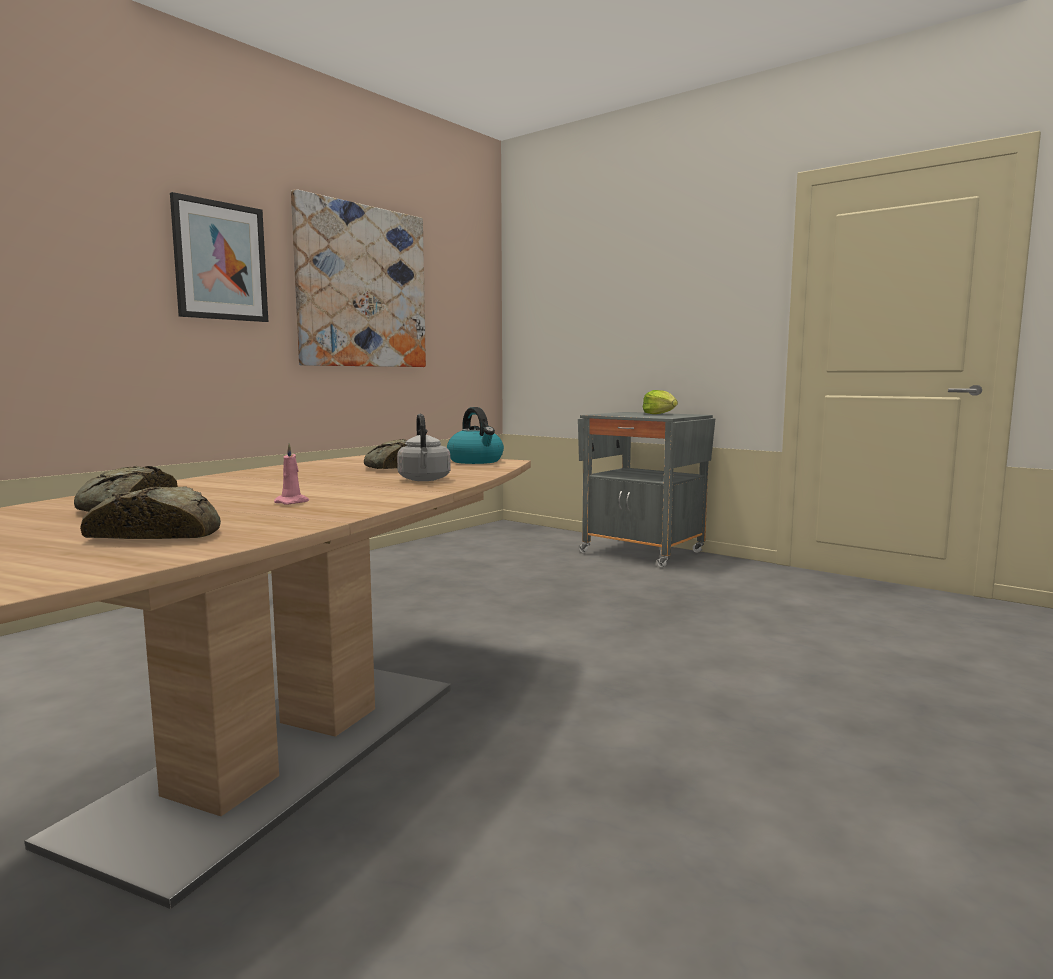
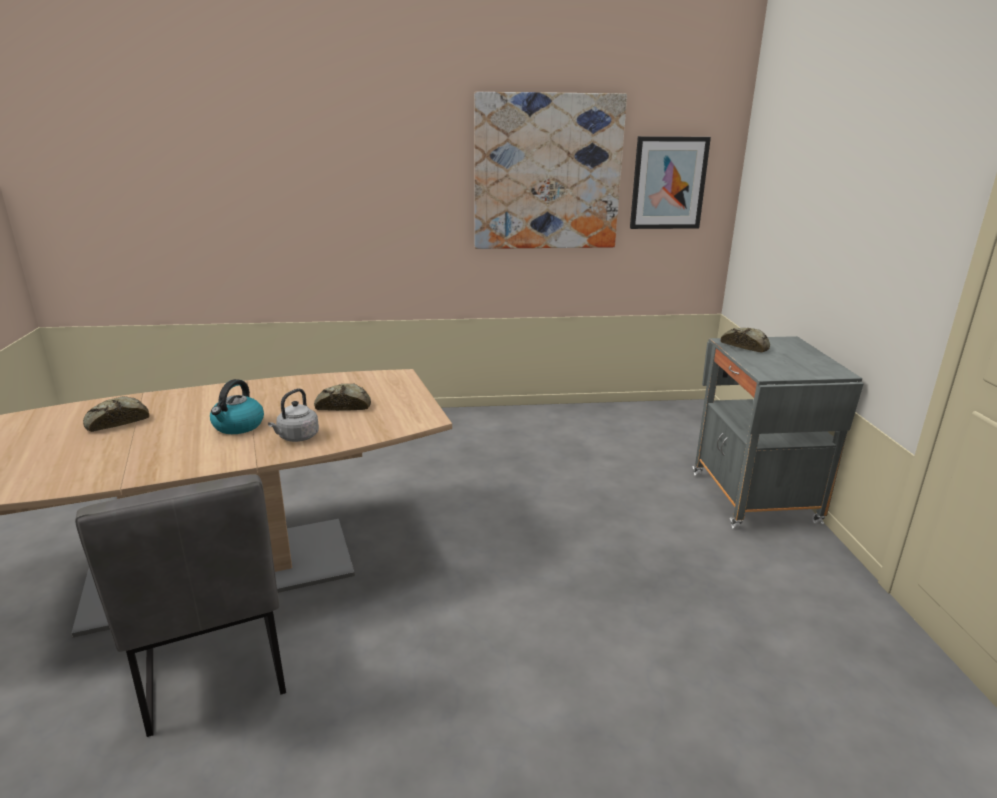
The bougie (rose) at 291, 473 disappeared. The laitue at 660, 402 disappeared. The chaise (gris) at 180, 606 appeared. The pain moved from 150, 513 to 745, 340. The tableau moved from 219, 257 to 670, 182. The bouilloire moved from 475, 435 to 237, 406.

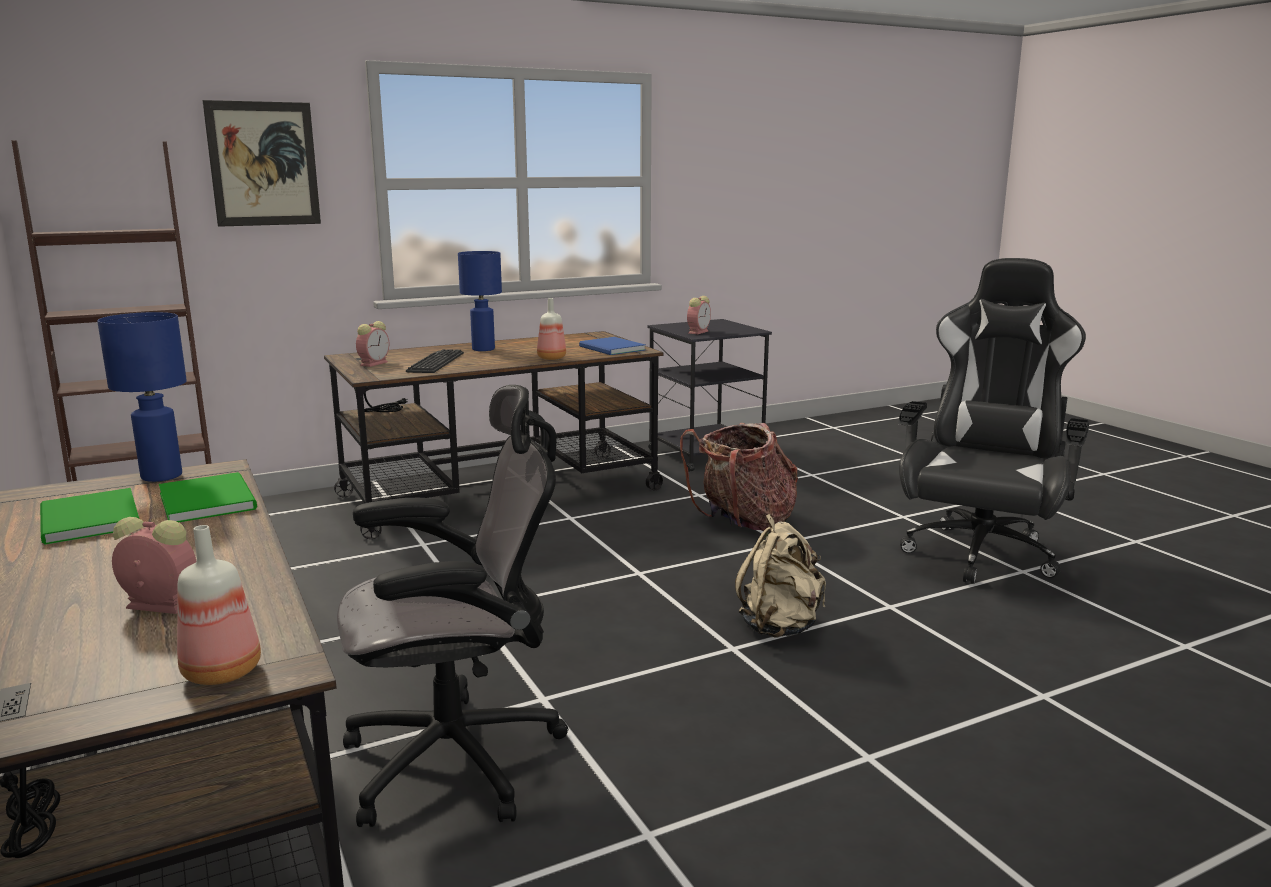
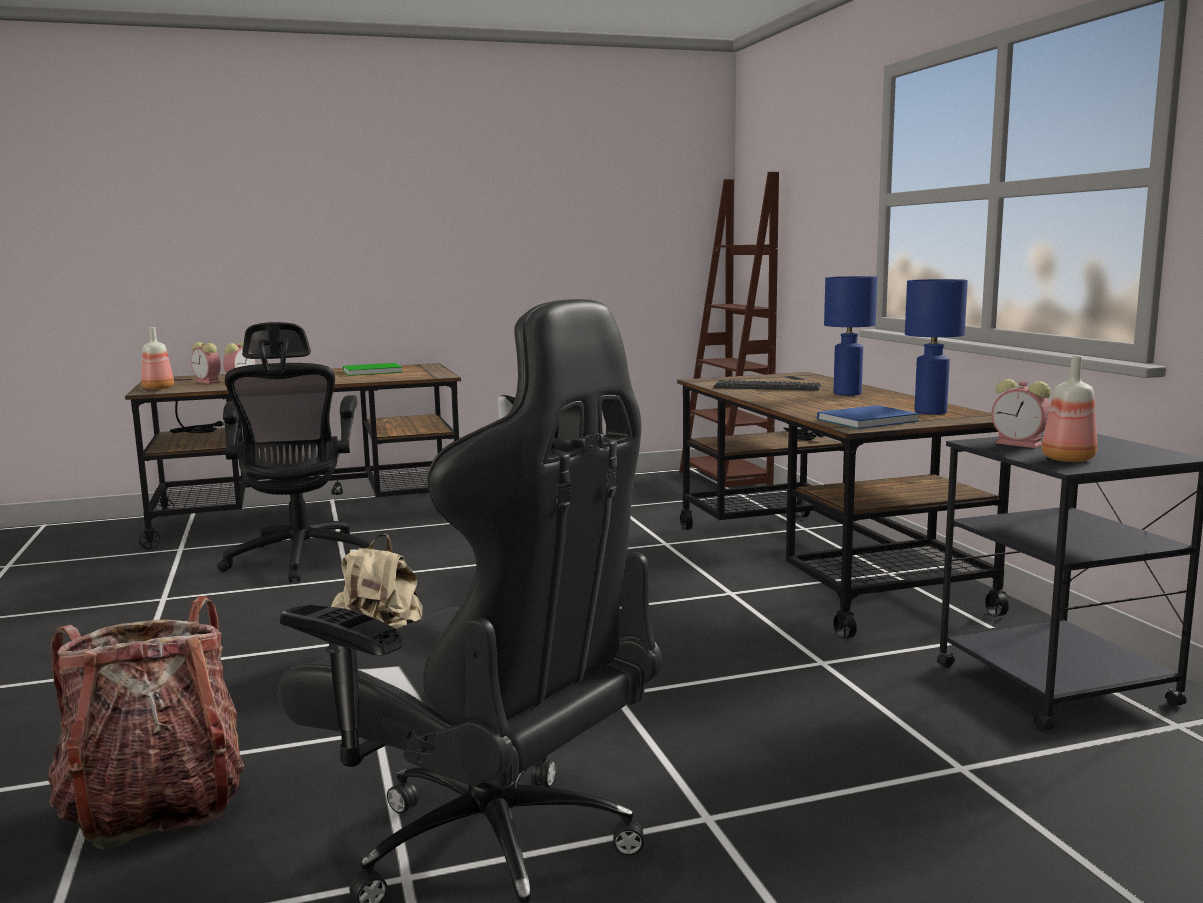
The livre (vert) at 208, 497 disappeared. The tableau at 262, 163 disappeared. The lampe de table (bleu) moved from 142, 397 to 936, 347. The réveil moved from 372, 344 to 206, 362. The bouteille moved from 551, 329 to 1069, 409. The sac à dos moved from 739, 477 to 146, 722.

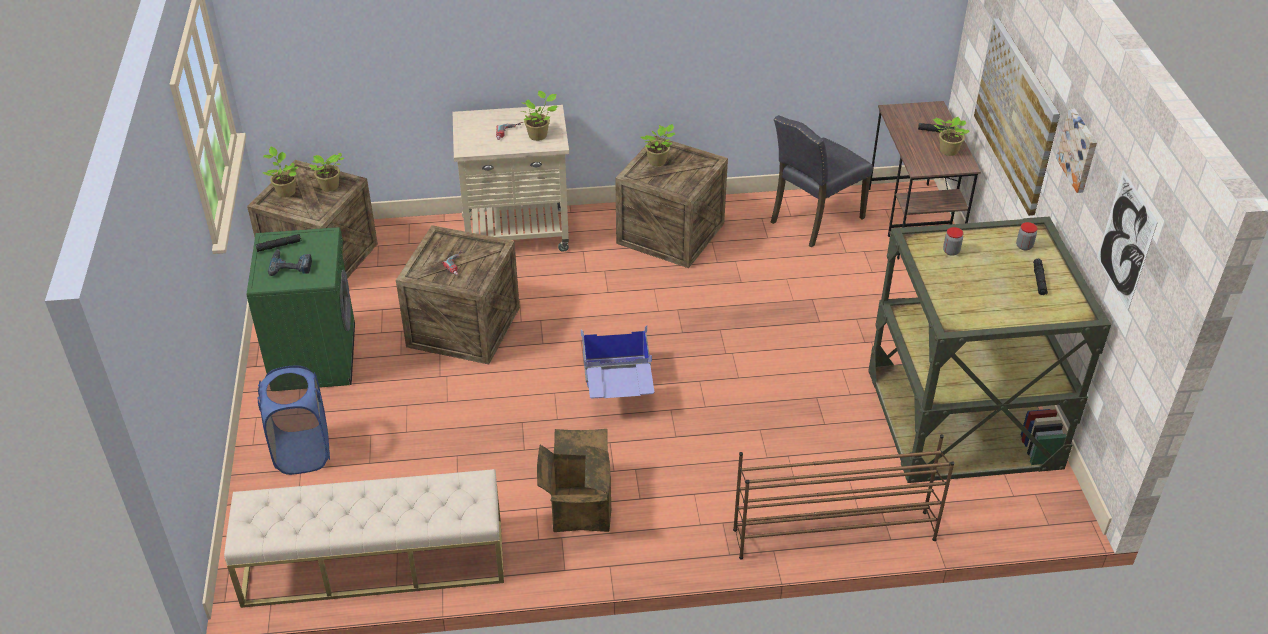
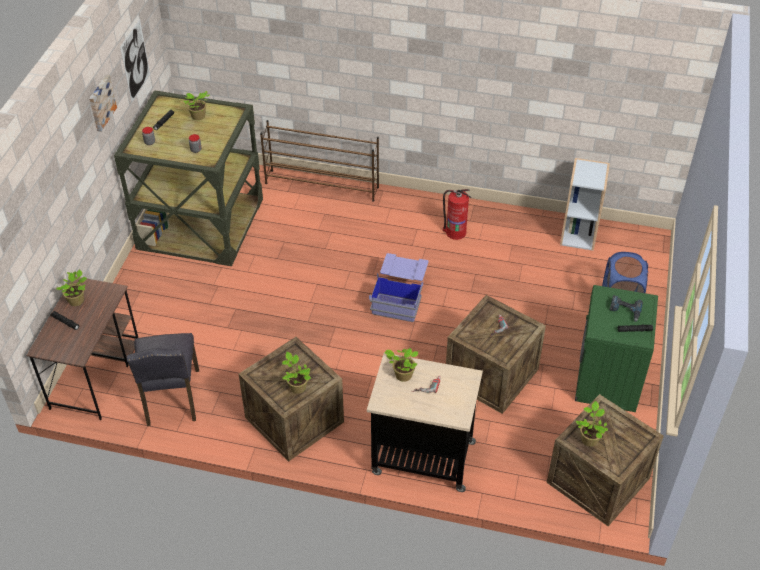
The tableau at 1017, 117 disappeared. The plante en pot moved from 280, 172 to 196, 105. The banc (beige) at 364, 538 was replaced by the bibliothèque at 585, 204. The carton at 574, 480 was replaced by the extincteur at 457, 214. The chariot (beige) at 511, 178 became the chariot (noir) at 425, 422. The chaise (gris) at 822, 181 turned 105 degrees clockwise.

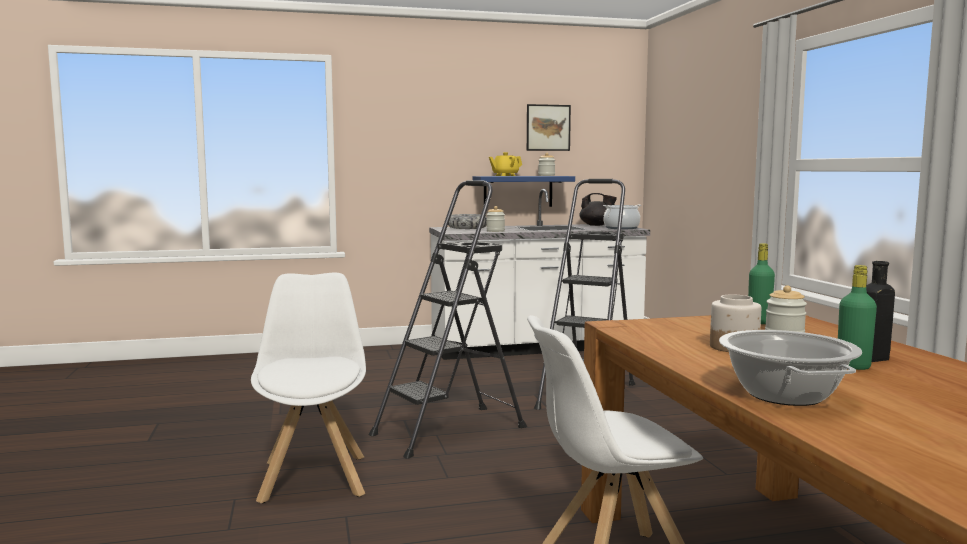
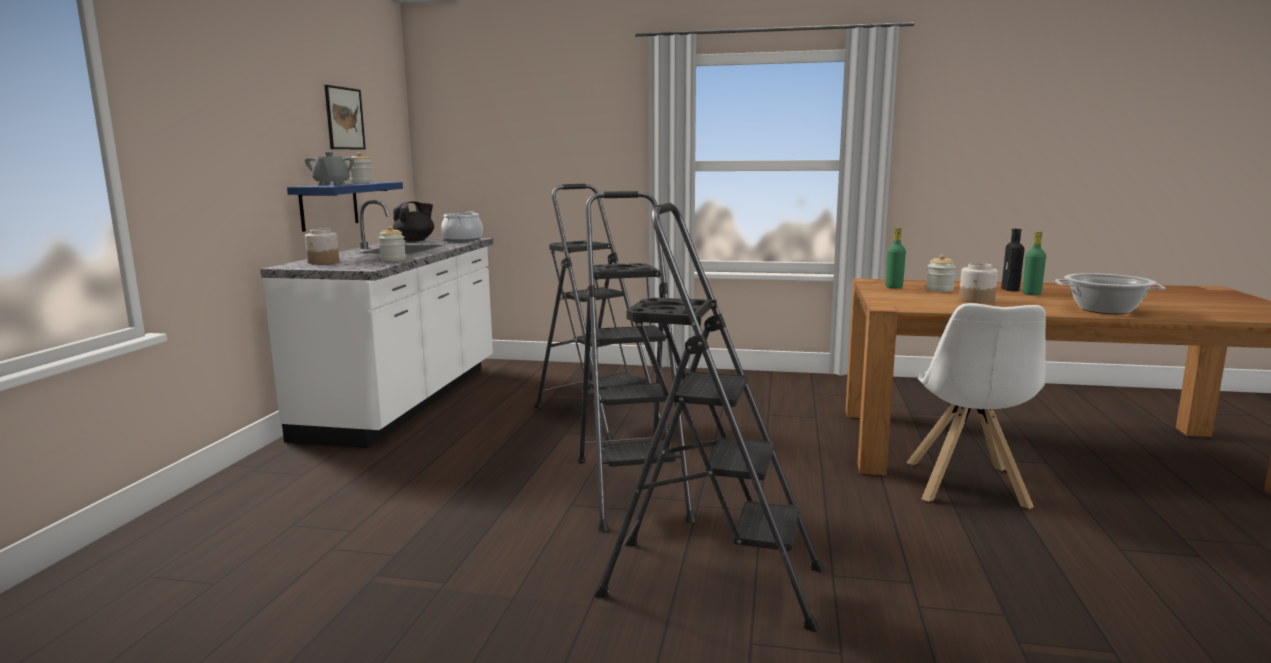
The chaise (blanc) at 308, 388 was replaced by the escabeau at 709, 417. The bol at 467, 221 was replaced by the bocal at 322, 246. The théière (jaune) at 505, 164 became the théière (gris) at 330, 168.

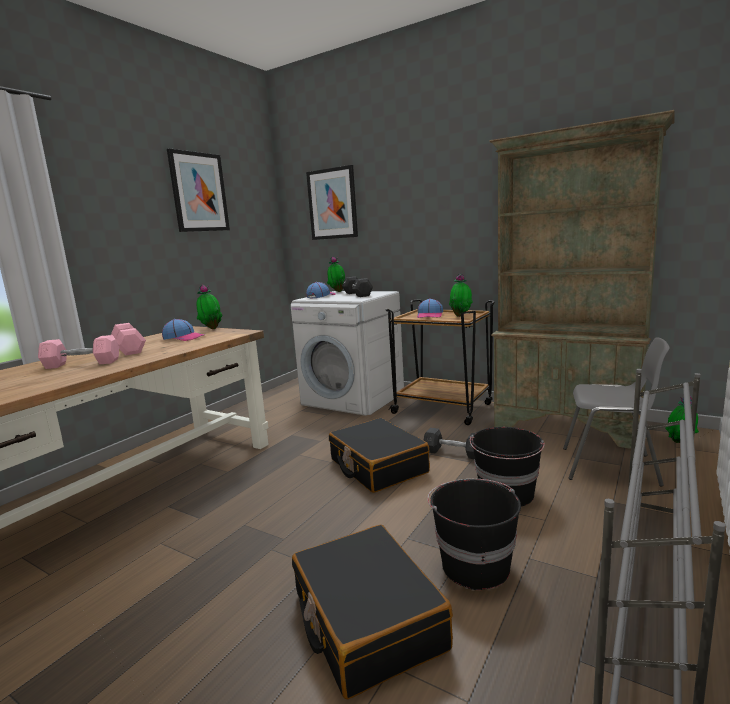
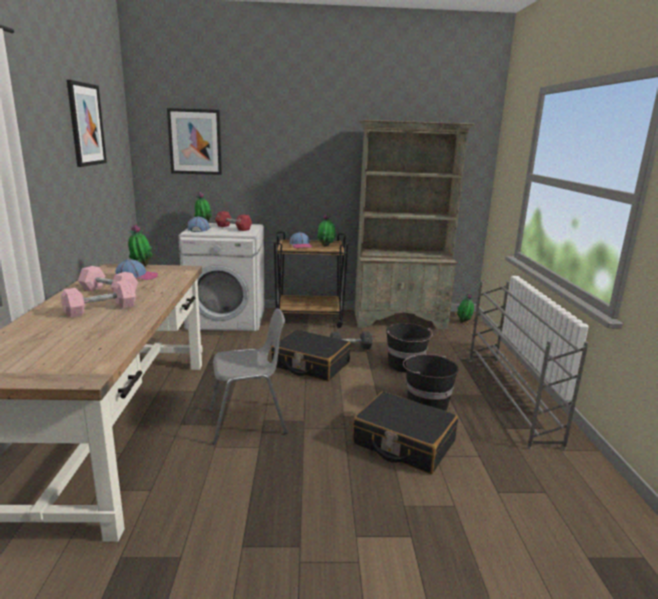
The chaise (gris) moved from 616, 412 to 248, 376. The haltère (noir) at 357, 287 became the haltère (rouge) at 233, 221.

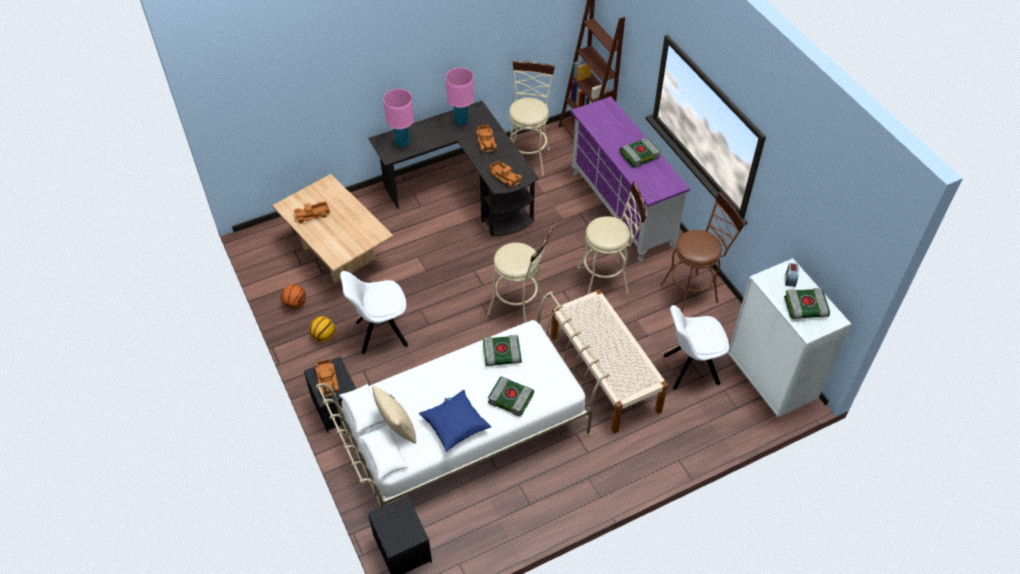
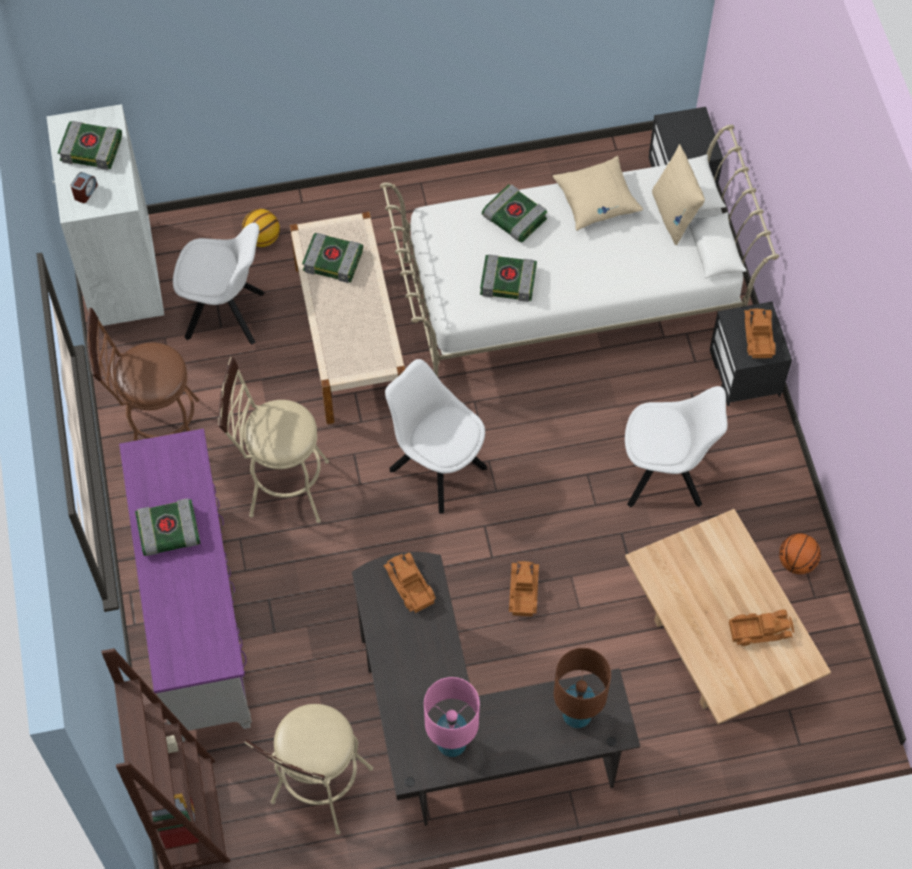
The livre at 332, 258 appeared. The ballon de basket moved from 322, 329 to 261, 228. The camion jouet moved from 486, 138 to 524, 589. The tabouret (beige) at 521, 273 was replaced by the chaise (blanc) at 436, 436. The lampe de table (rose) at 398, 118 became the lampe de table (marron) at 582, 688. The coussin (bleu) at 455, 421 became the coussin (beige) at 598, 193.

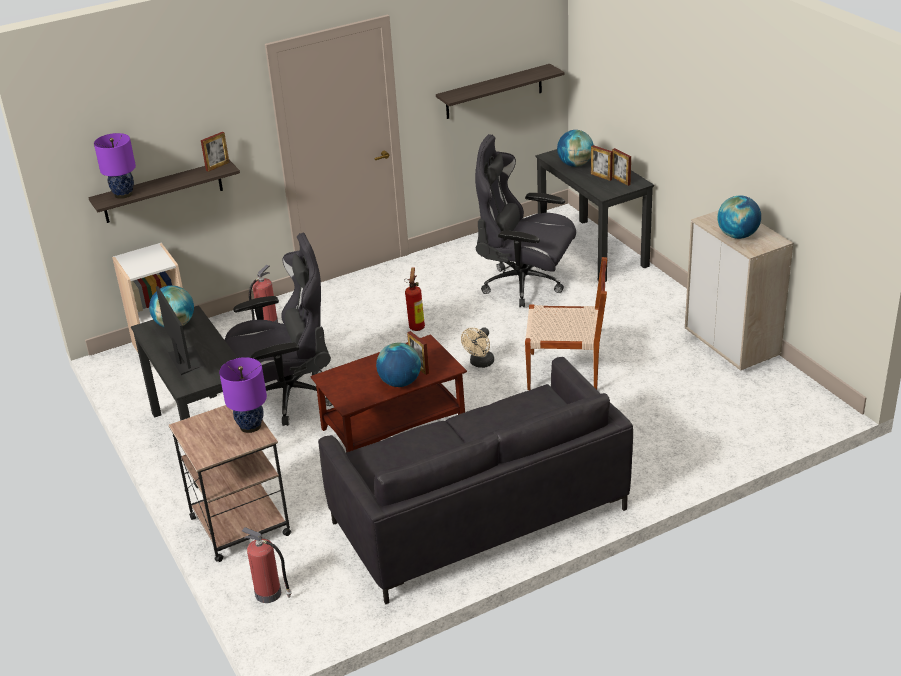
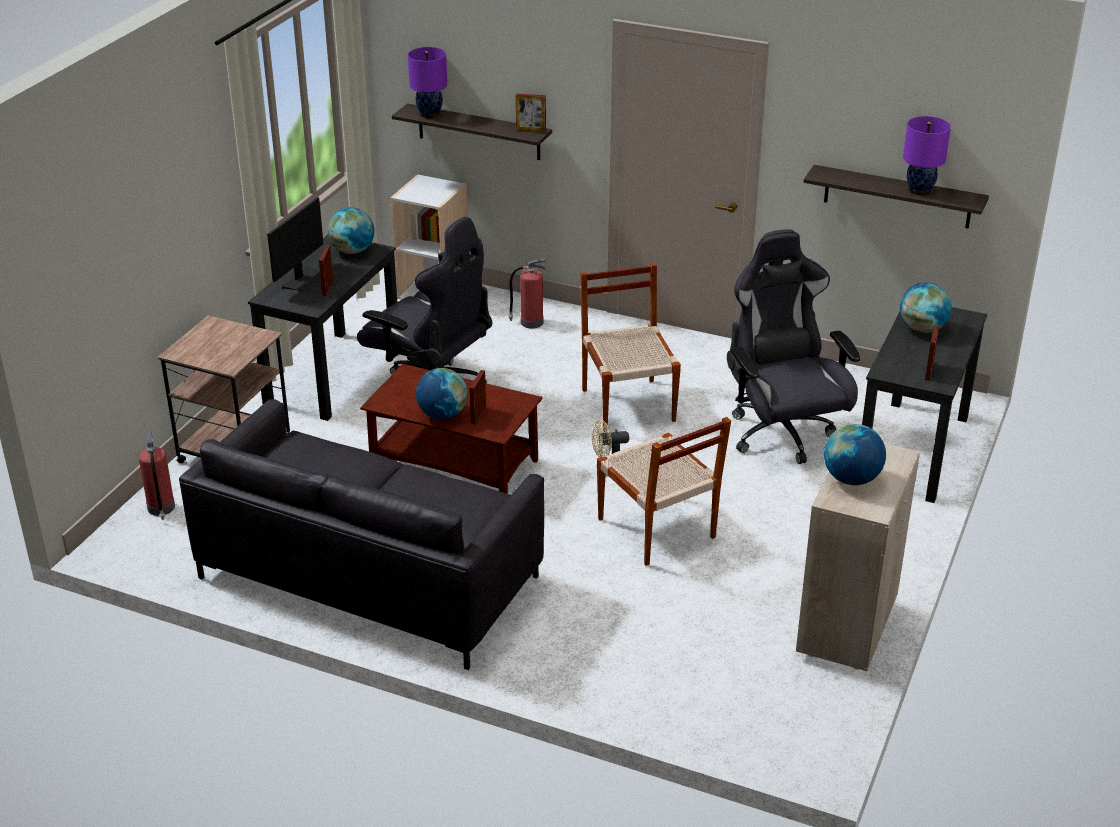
The lampe de table (violet) moved from 243, 395 to 927, 155. The cadre photo moved from 602, 163 to 326, 270. The extincteur at 415, 299 was replaced by the chaise at 630, 347.

